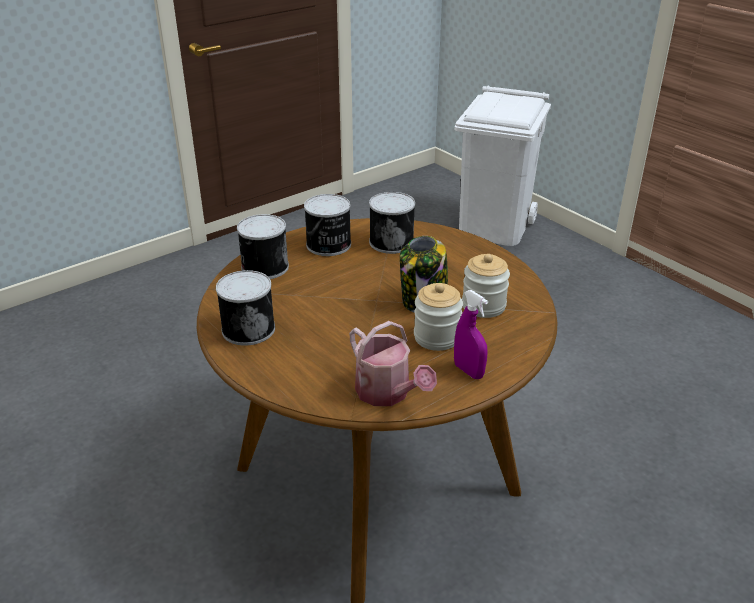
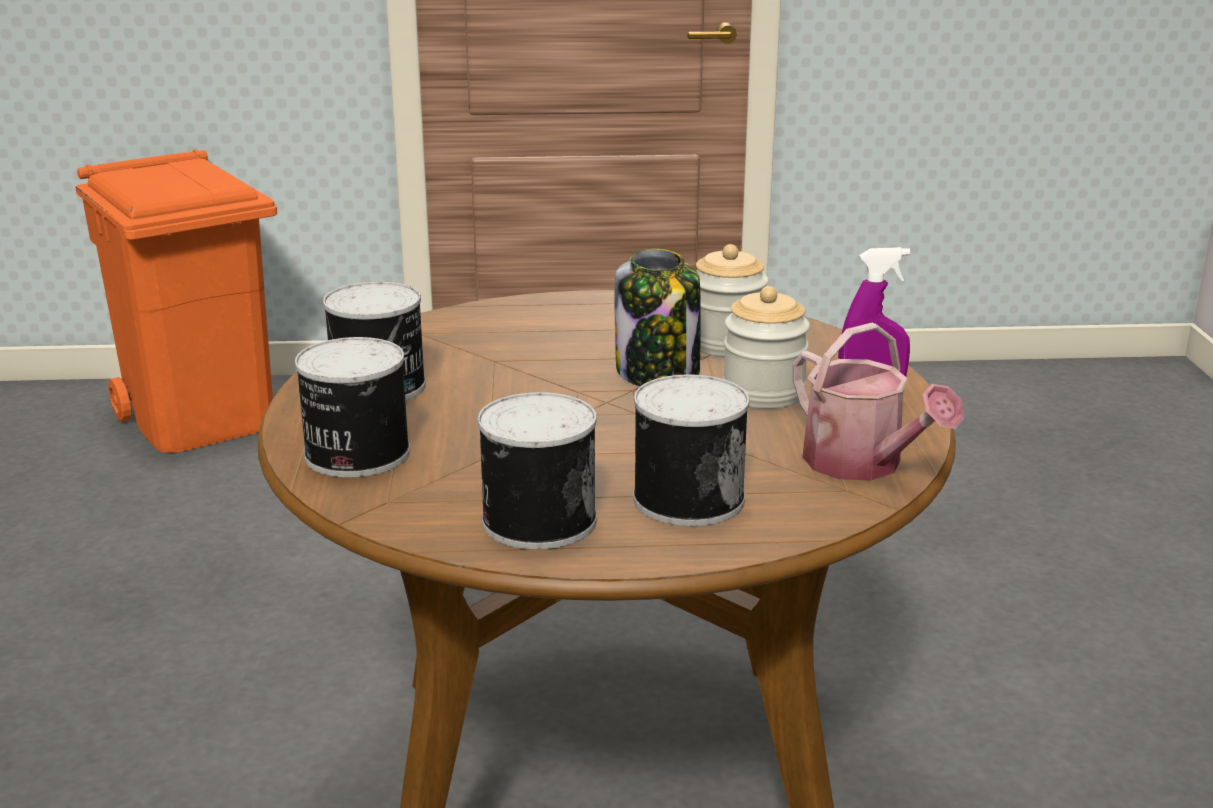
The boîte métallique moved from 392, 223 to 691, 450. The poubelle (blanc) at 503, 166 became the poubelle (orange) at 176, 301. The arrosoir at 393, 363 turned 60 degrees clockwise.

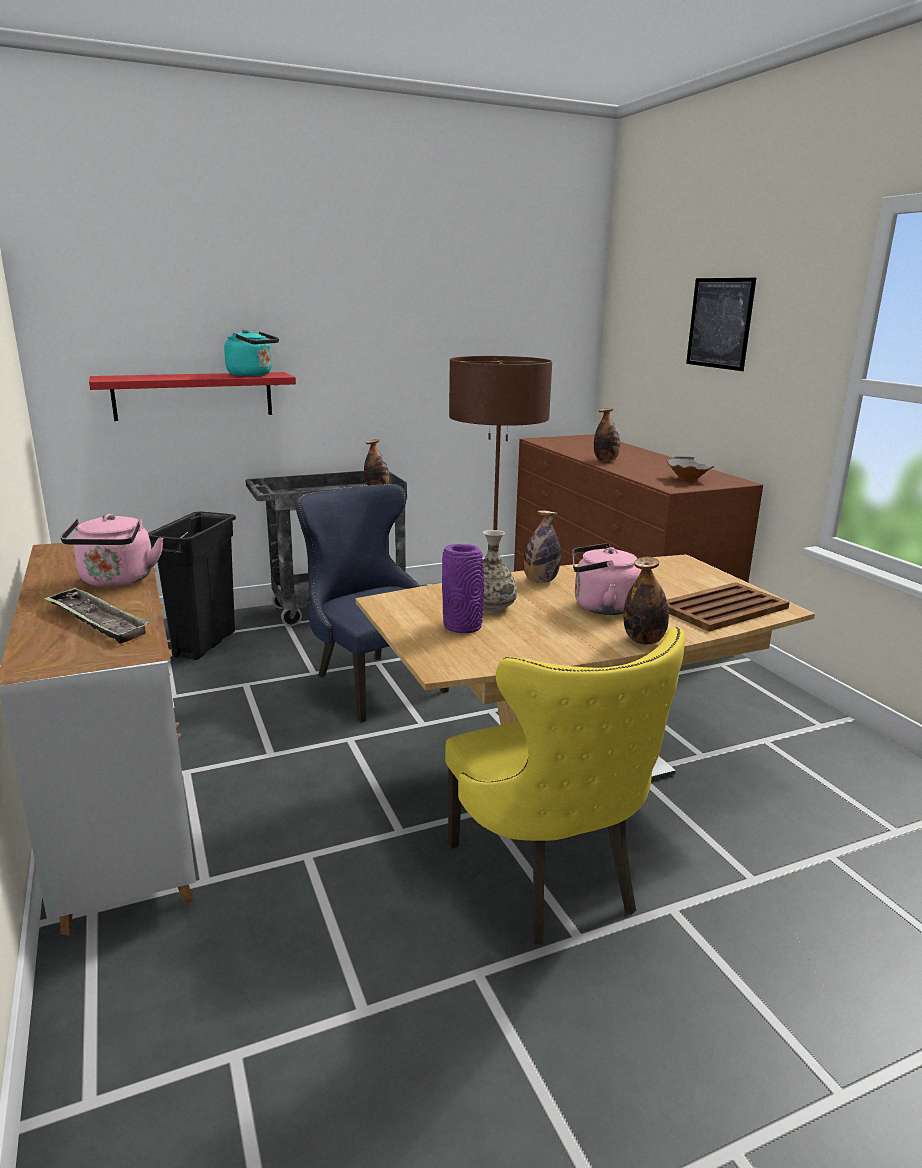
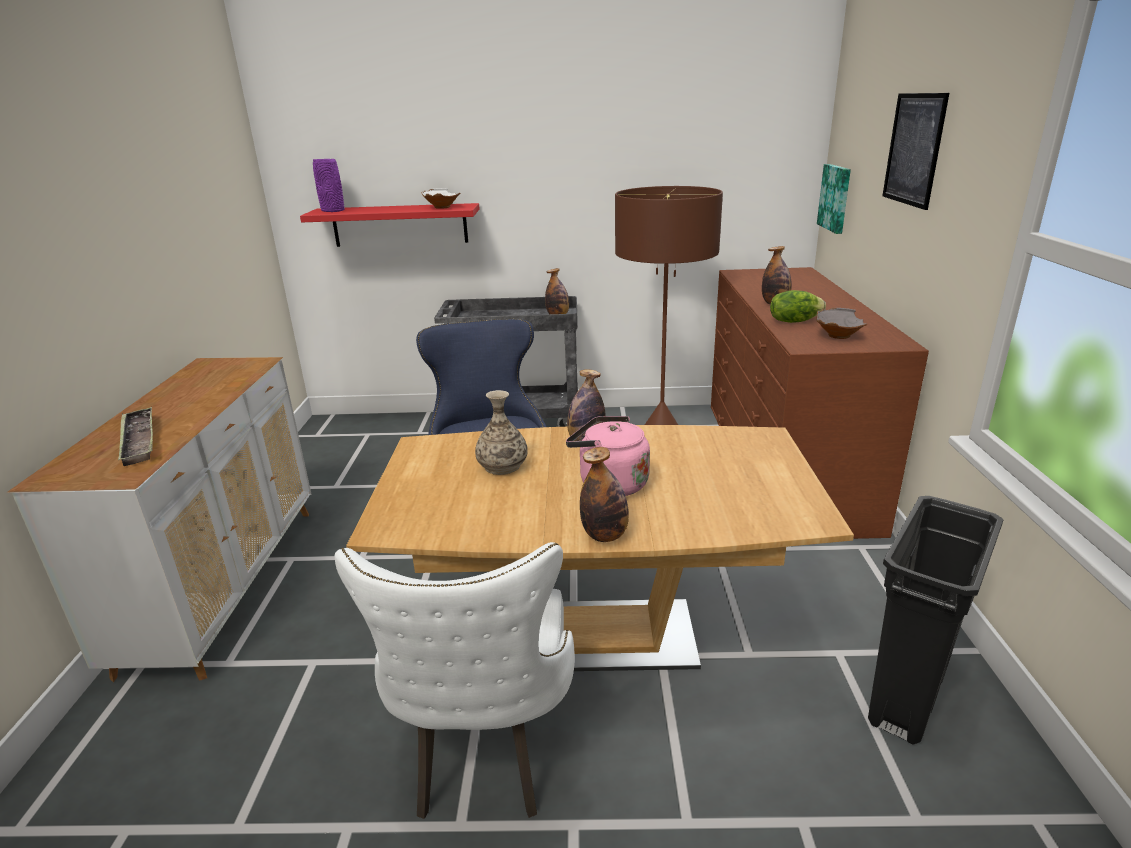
The bouilloire (rose) at 111, 550 disappeared. The plateau (marron) at 728, 607 disappeared. The laitue at 798, 306 appeared. The tableau at 834, 199 appeared. The poubelle (noir) moved from 192, 586 to 936, 620. The vase (violet) moved from 463, 588 to 329, 185. The bouilloire (turquoise) at 251, 352 was replaced by the bol (blanc) at 441, 198. The chaise (jaune) at 565, 785 became the chaise (blanc) at 455, 680.

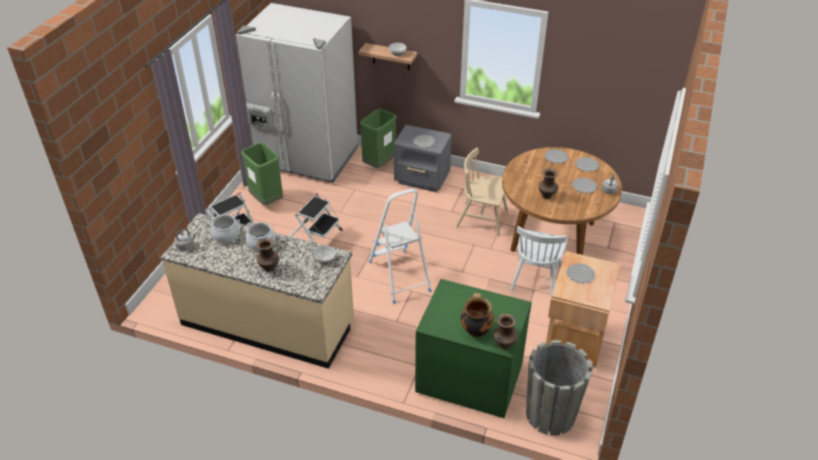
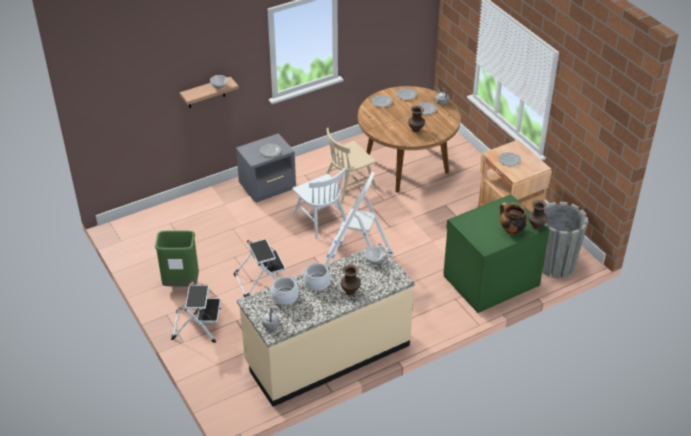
The réfrigérateur (blanc) at 297, 93 disappeared. The poubelle (vert) at 378, 138 disappeared. The chaise (blanc) moved from 539, 262 to 319, 203.

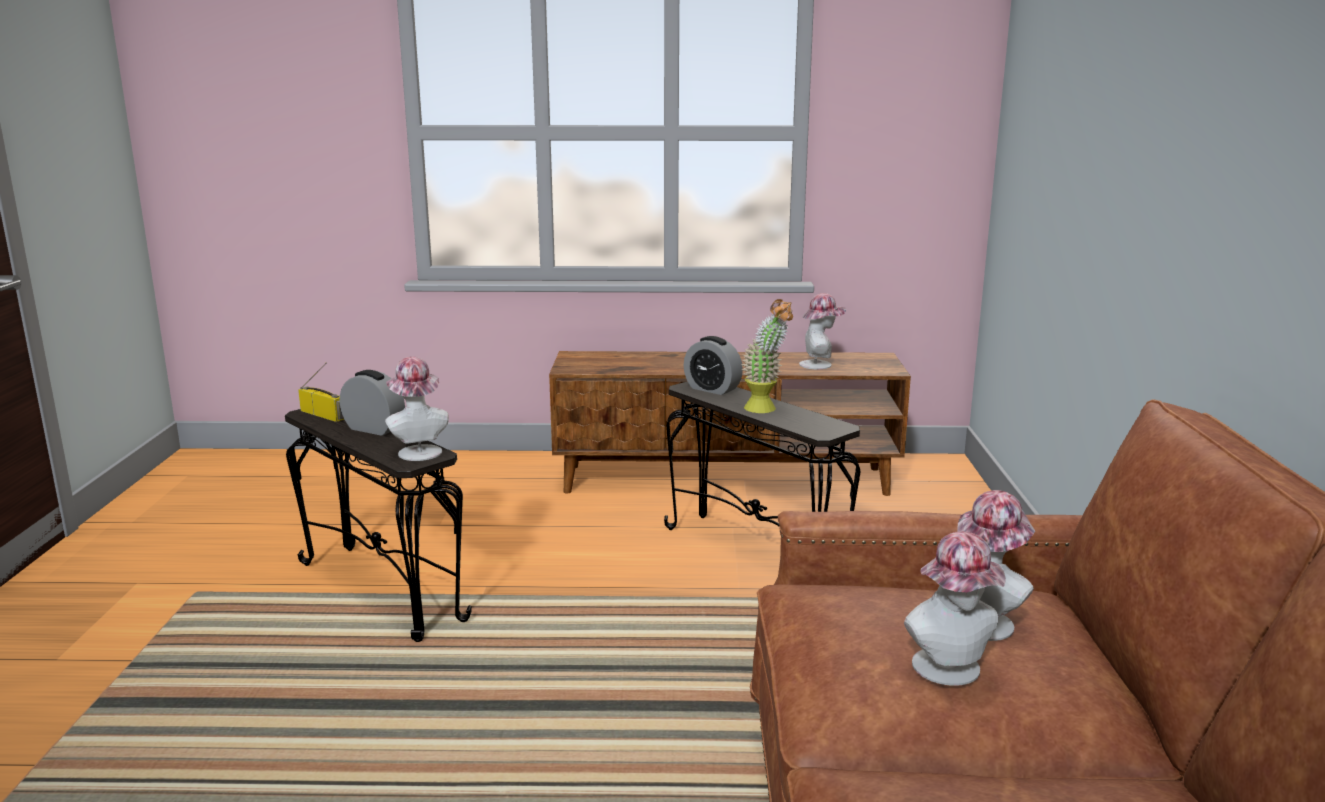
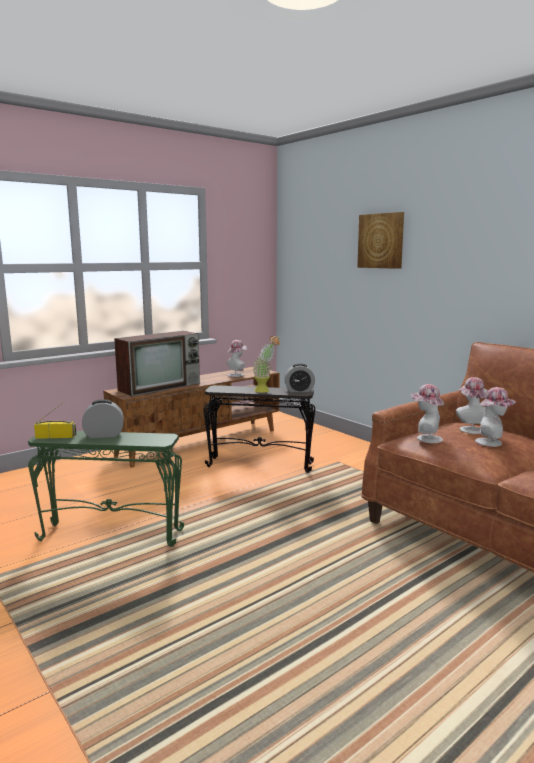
The téléviseur at 157, 363 appeared. The tableau at 380, 240 appeared. The chapeau moved from 417, 409 to 427, 413. The réveil moved from 713, 365 to 299, 377. The table d'appoint (noir) at 378, 525 became the table d'appoint (vert) at 106, 489.

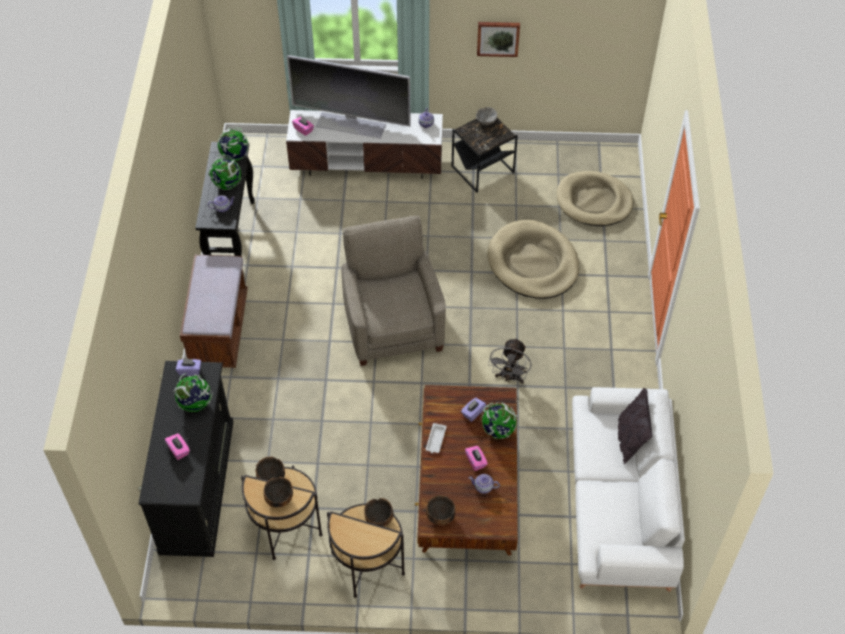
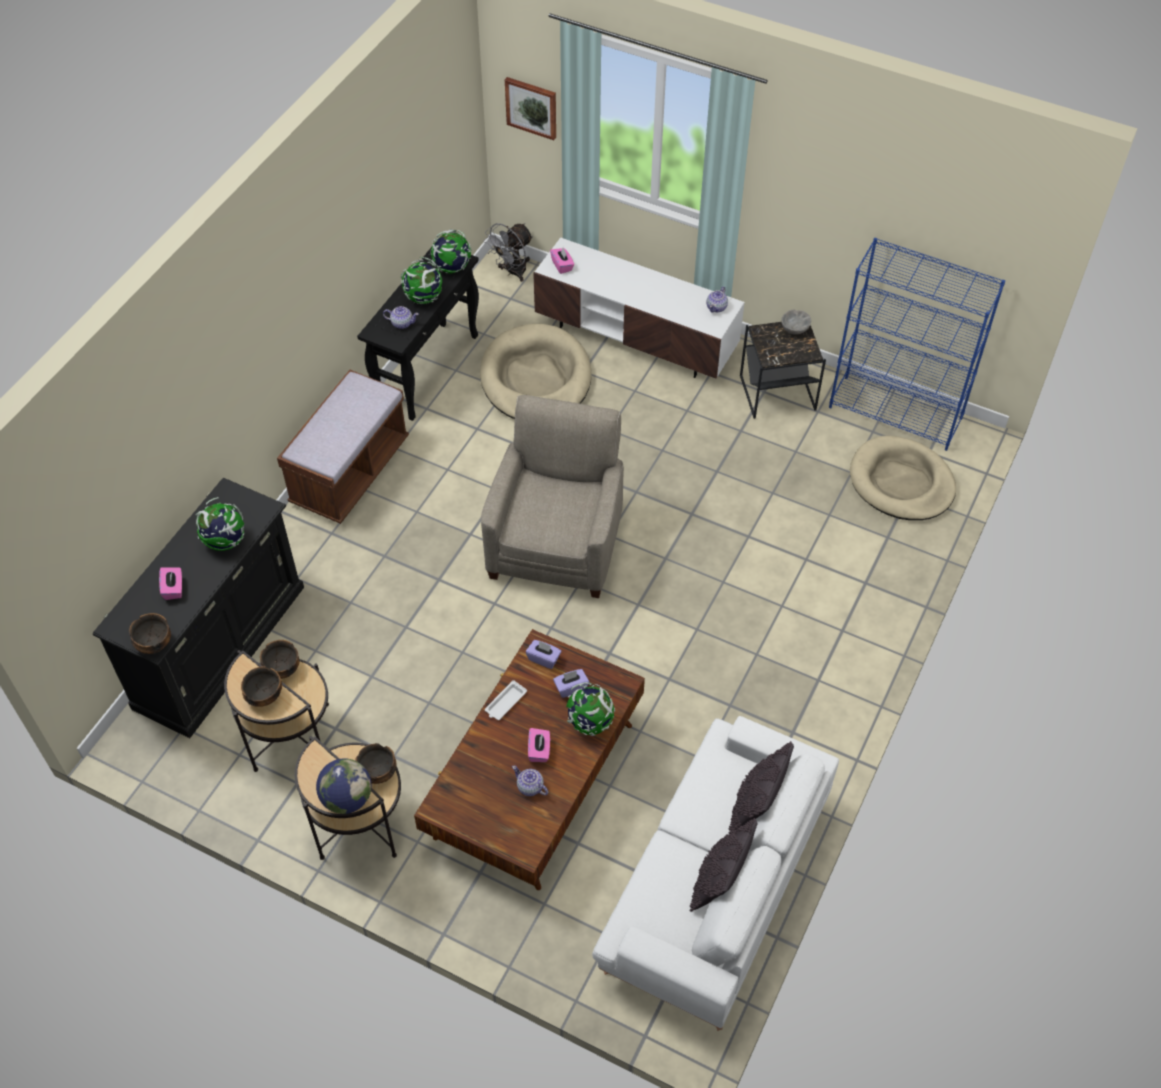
The téléviseur at 349, 97 disappeared. The globe at 344, 786 appeared. The coussin (noir) at 724, 865 appeared. The bibliothèque (bleu) at 917, 344 appeared. The boîte à mouchoirs (violet) moved from 188, 367 to 544, 654. The bol moved from 440, 510 to 150, 633. The tableau moved from 498, 39 to 530, 108. The panier pour chien (beige) moved from 533, 259 to 536, 371. The ventilateur (gris) moved from 510, 361 to 508, 252.

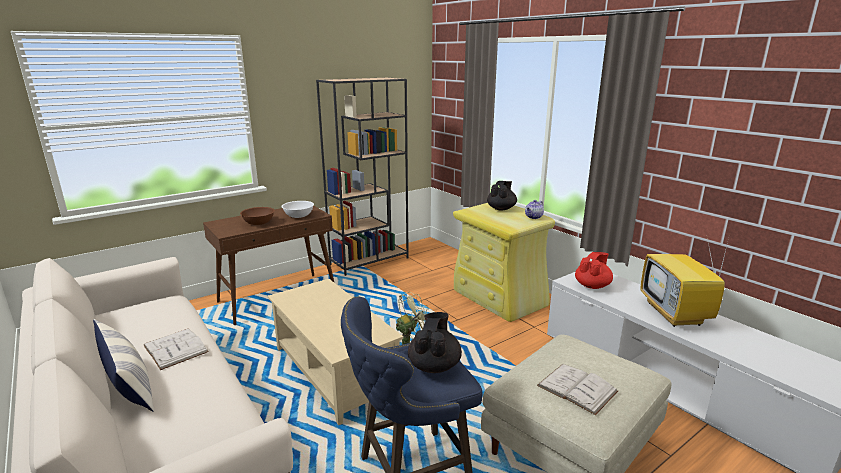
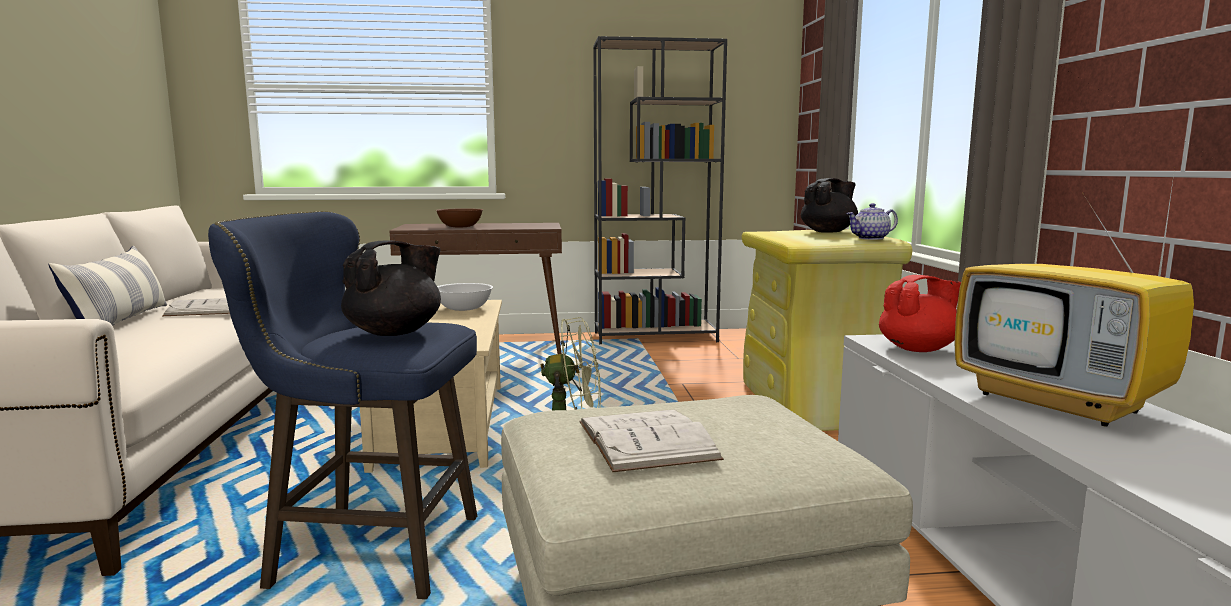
The bol (blanc) moved from 297, 209 to 465, 297. The téléviseur at 685, 280 turned 60 degrees counterclockwise.

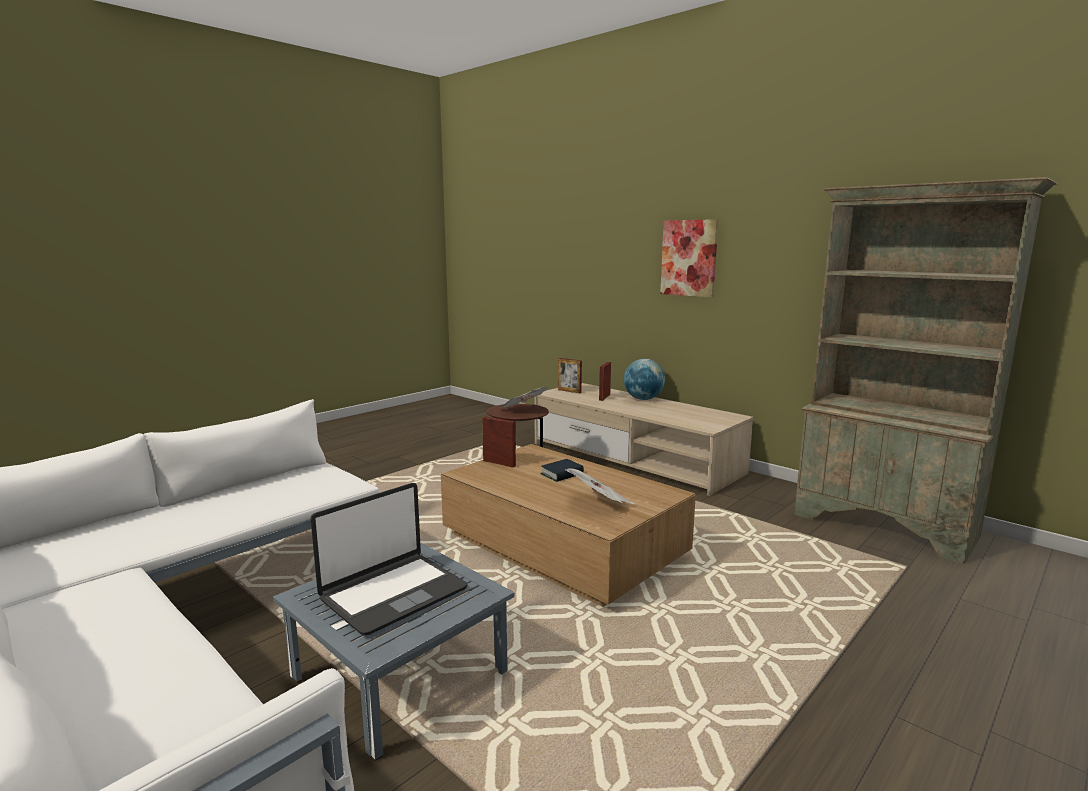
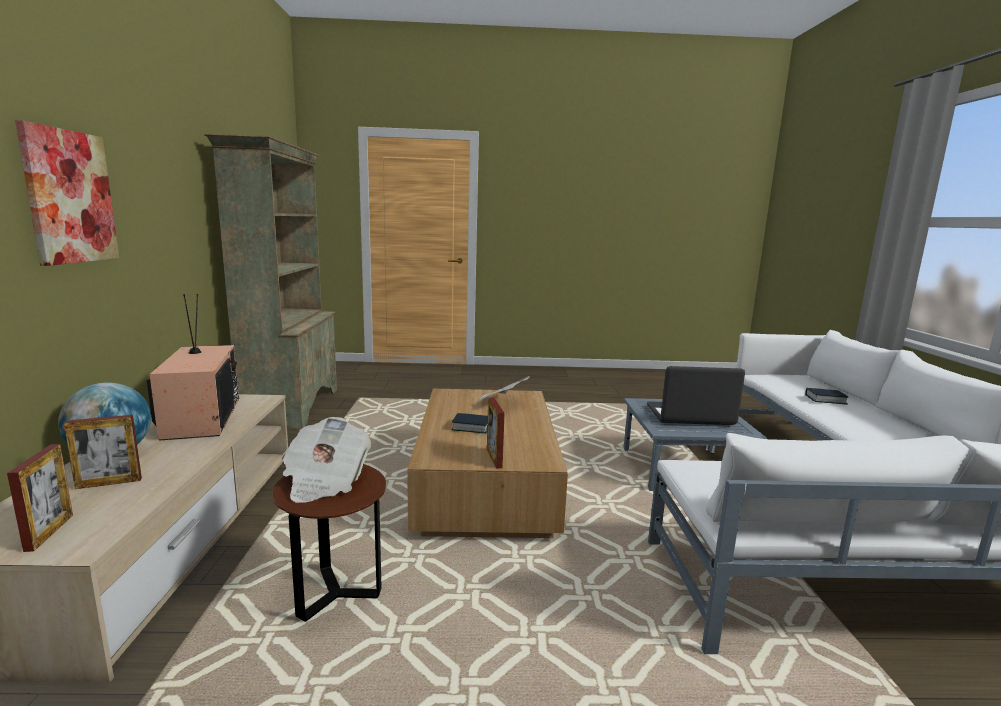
The téléviseur at 193, 367 appeared. The livre at 826, 396 appeared.

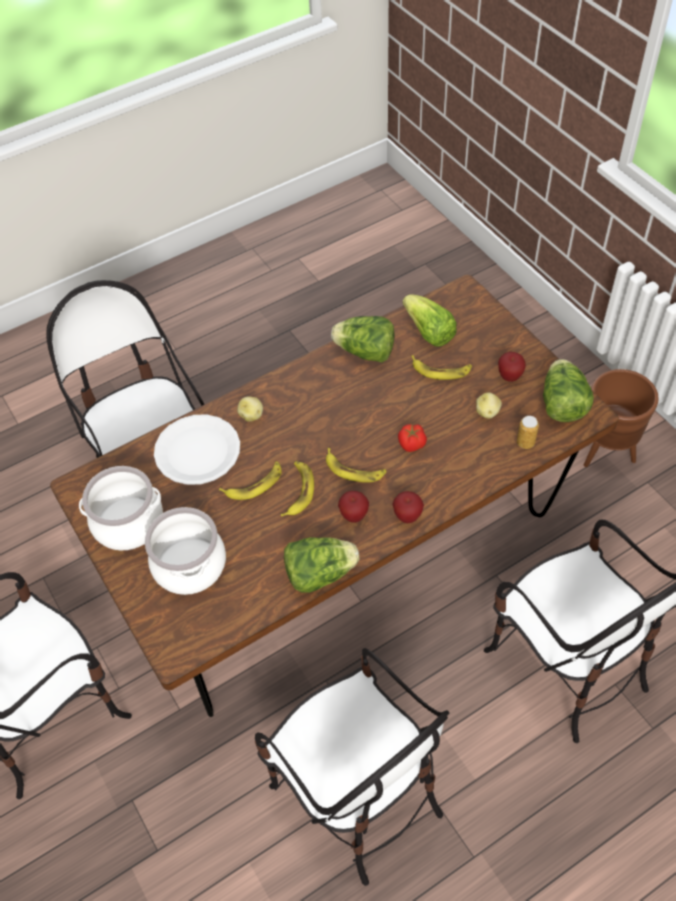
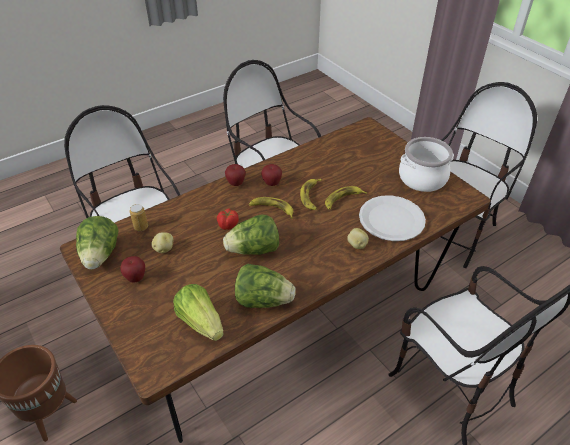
The marmite at 185, 551 disappeared. The banane at 441, 367 disappeared. The laitue moved from 322, 565 to 251, 235.

